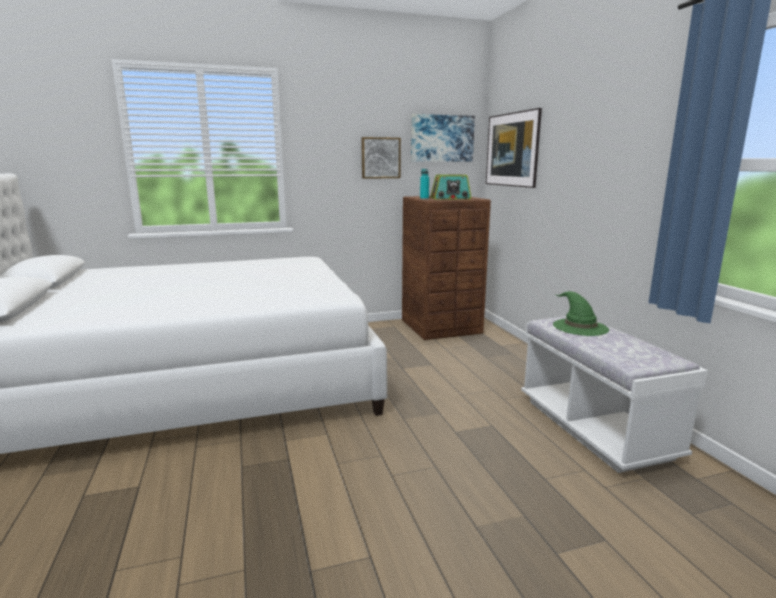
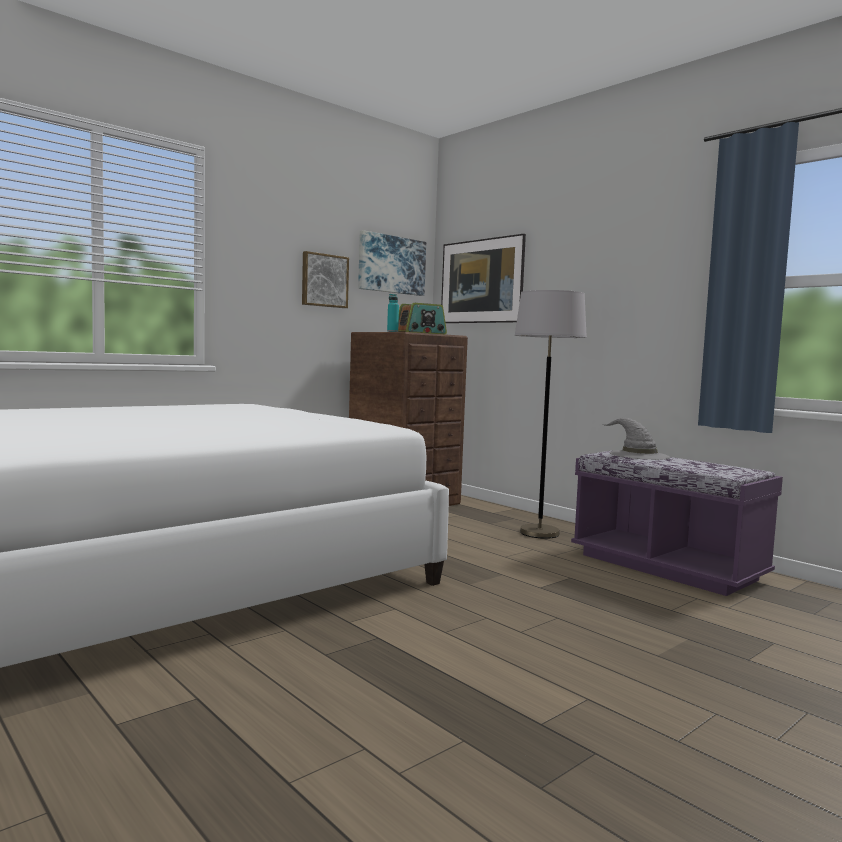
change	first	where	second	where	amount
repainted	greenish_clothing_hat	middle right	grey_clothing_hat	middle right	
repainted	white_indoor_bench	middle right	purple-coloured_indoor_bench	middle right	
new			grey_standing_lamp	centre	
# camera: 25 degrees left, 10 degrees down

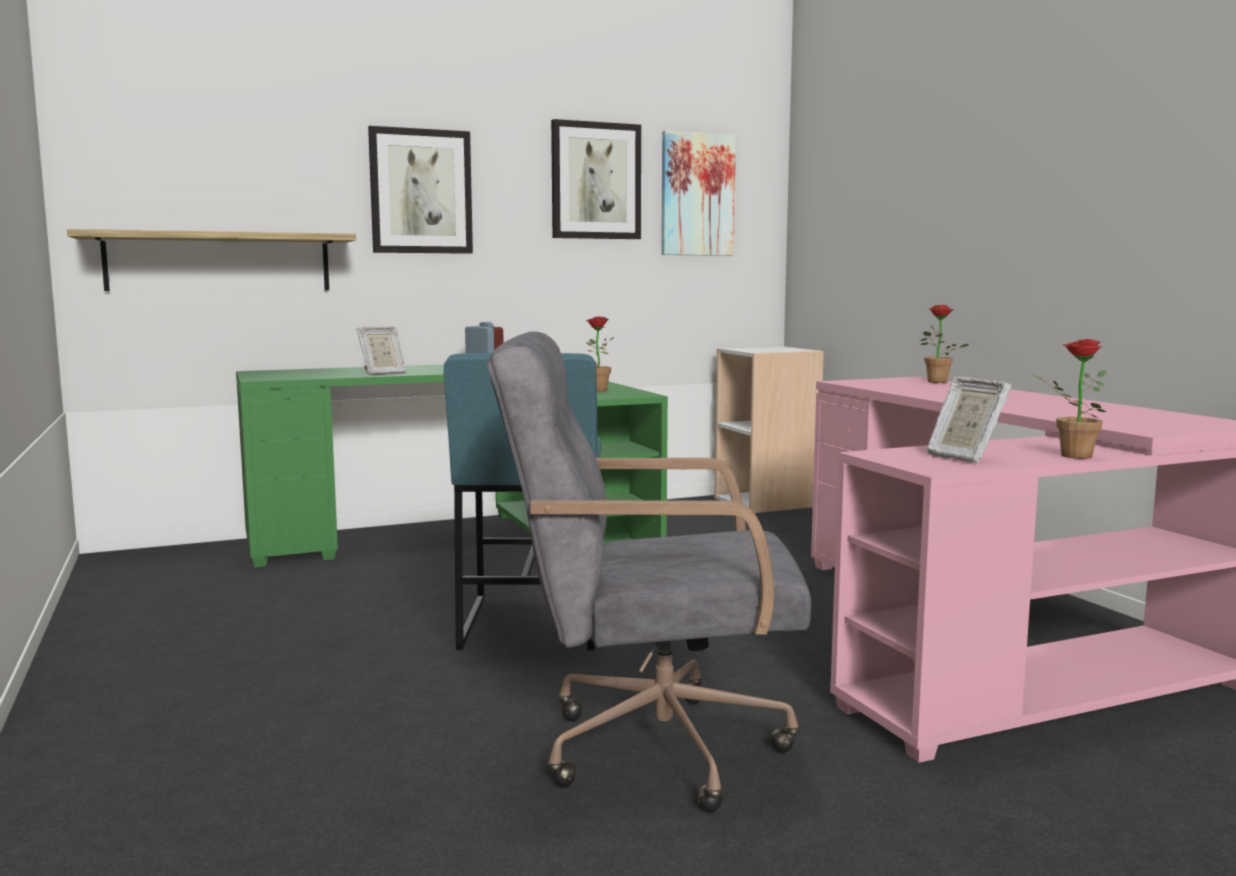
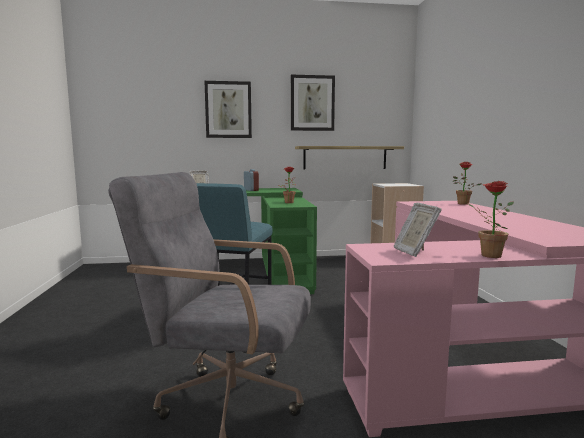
change	first	where	second	where	amount
gone	picture (no. 3 from left)	top centre			
shifted	shelf	top left		centre	
# camera: 15 degrees right, 0 degrees up

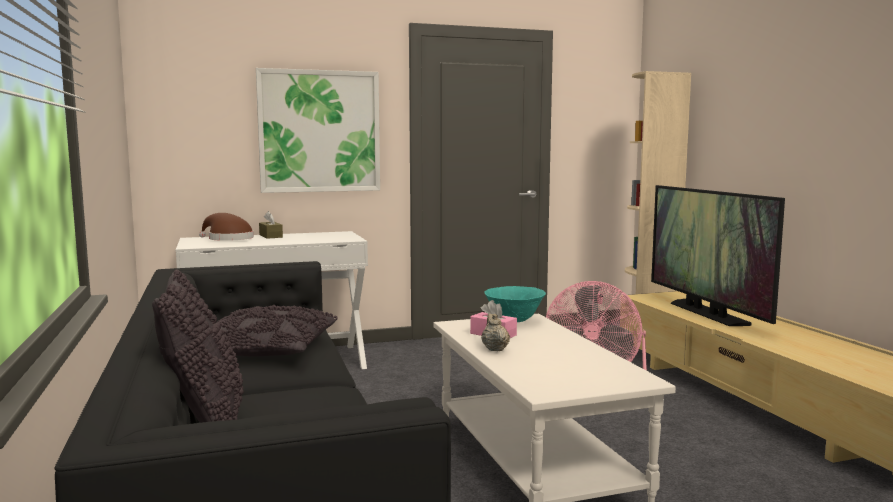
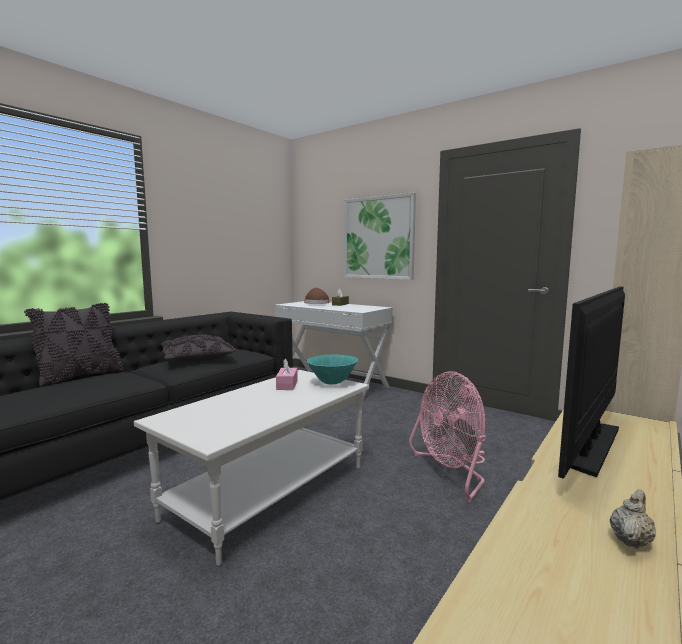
change	first	where	second	where	amount
shifted	sand-coloured_tea_pot	centre		bottom right	
# camera: 55 degrees right, 0 degrees up

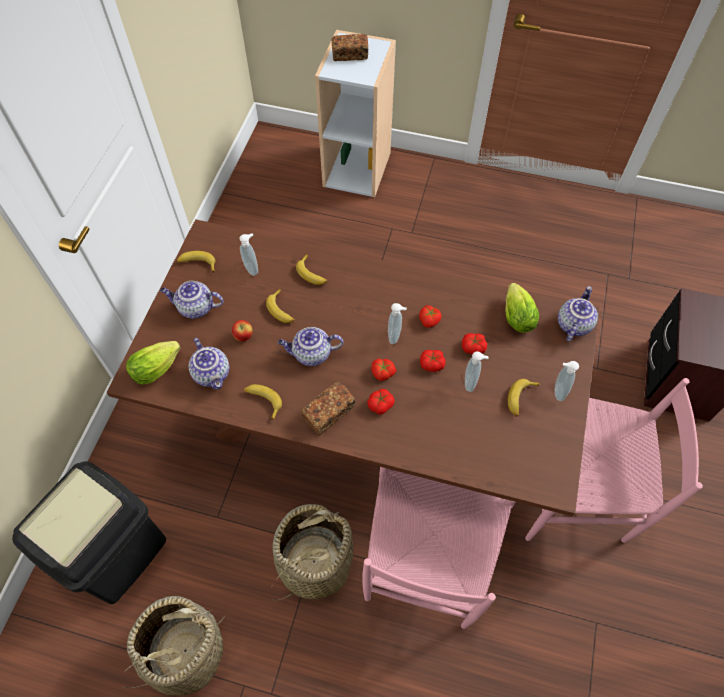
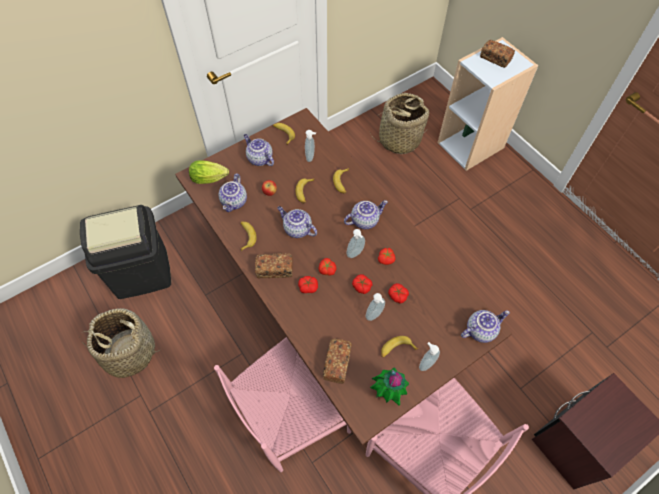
change	first	where	second	where	amount
gone	head_of_lettuce (no. 2 from left)	middle right			
shifted	basket (no. 2 from left)	bottom centre		top centre	
new			tea_pot (no. 4 from left)	centre	
new			baked_bread (no. 2 from left)	bottom centre	
new			houseplant	bottom centre	
# camera: 40 degrees right, 0 degrees up

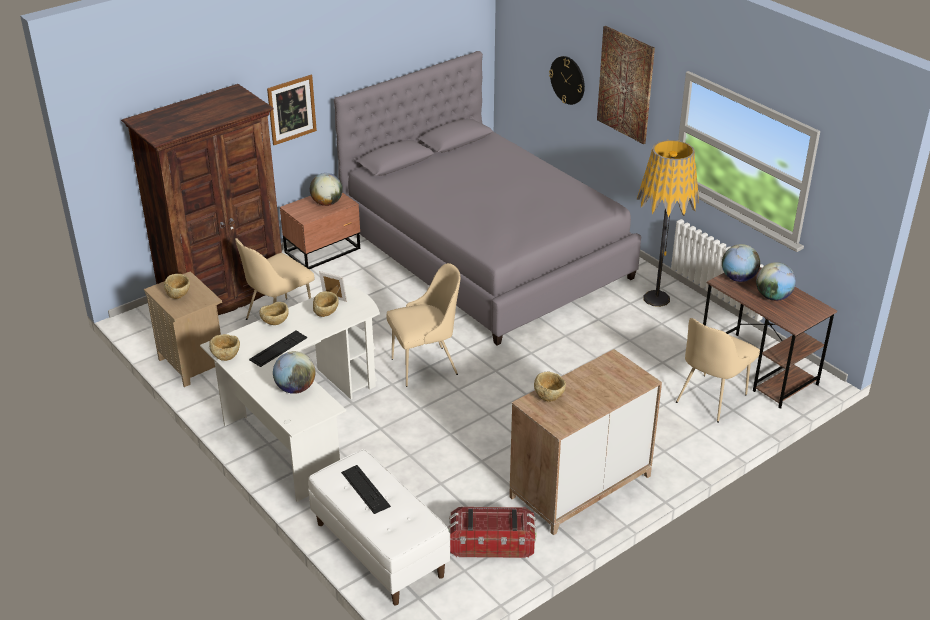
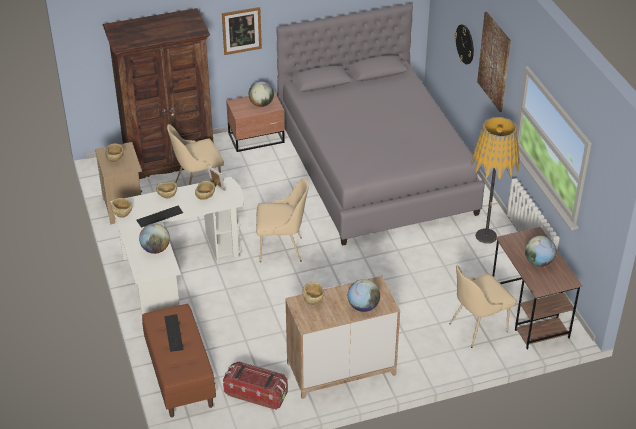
change	first	where	second	where	amount
shifted	globe (no. 3 from left)	middle right		bottom centre	
repainted	white_indoor_bench	bottom centre	brown_indoor_bench	bottom left	
# camera: 20 degrees right, 5 degrees up

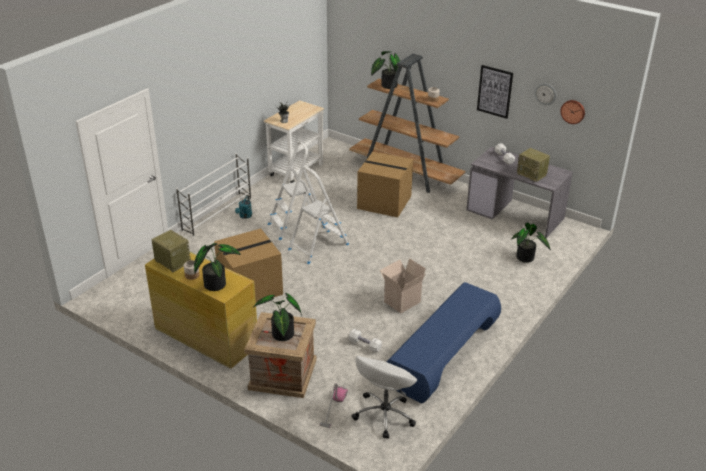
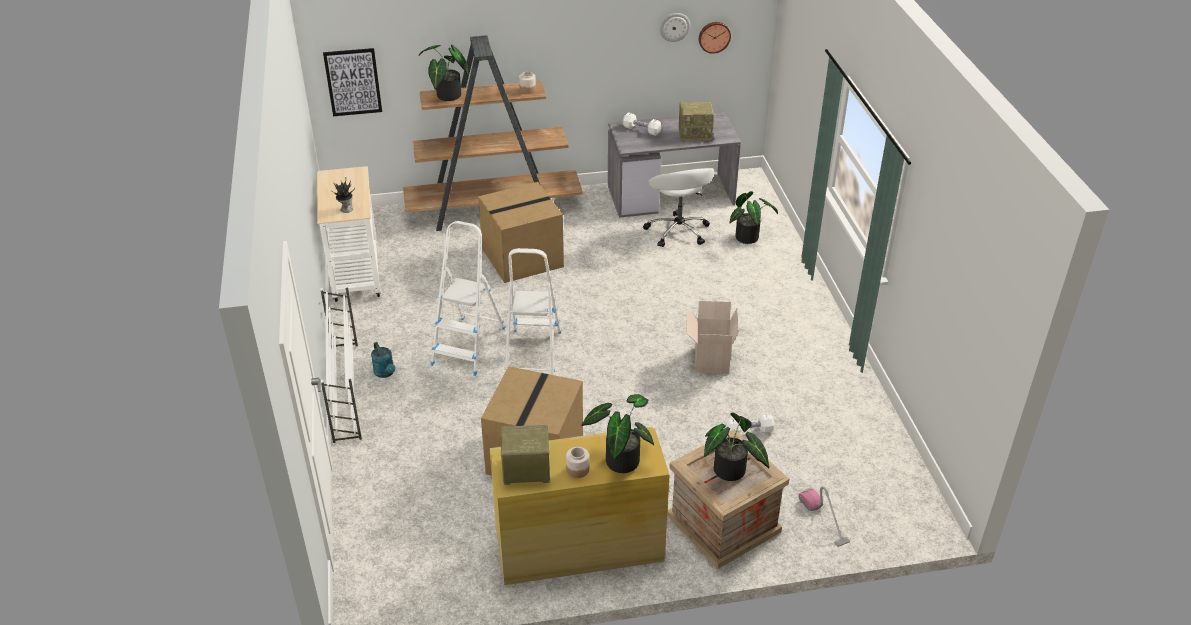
change	first	where	second	where	amount
shifted	picture	top right		top left	
gone	bluish_indoor_bench	bottom centre			
shifted	white_computer_chair	bottom centre		top centre	
# camera: 45 degrees left, 5 degrees up

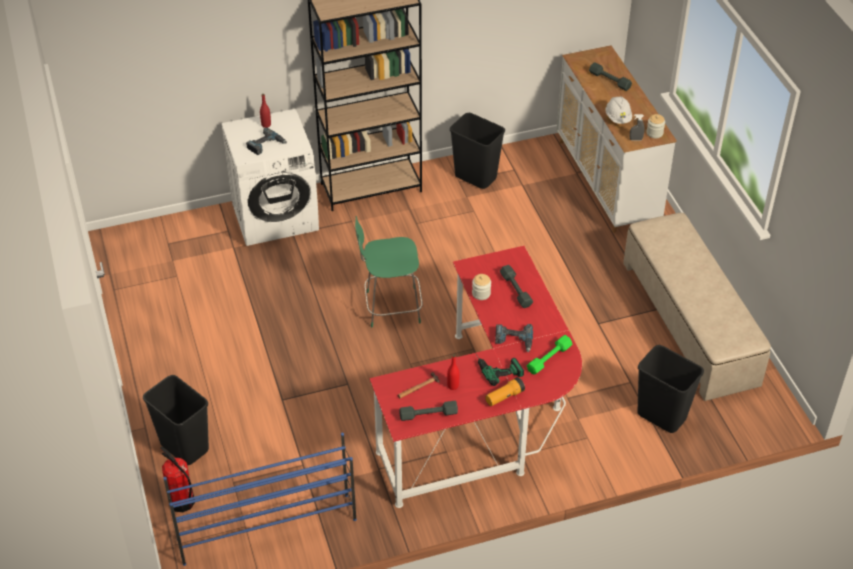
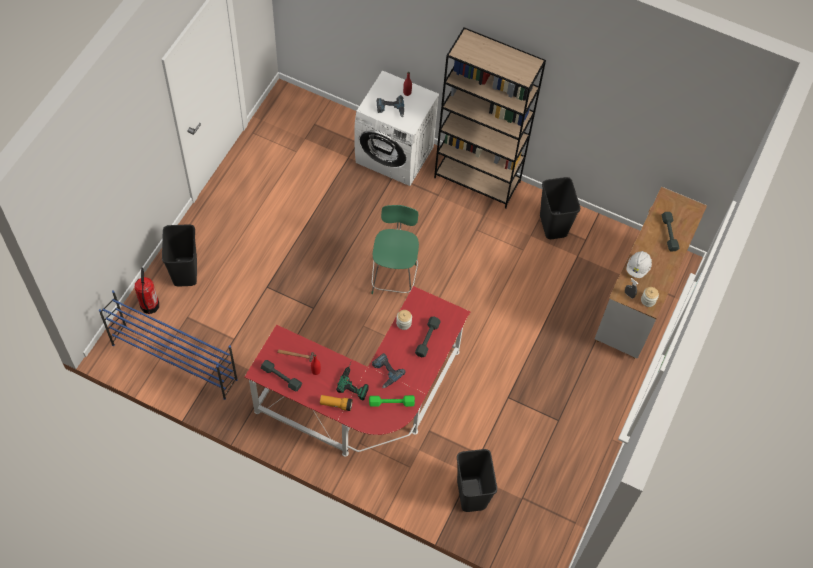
change	first	where	second	where	amount
gone	sand-coloured_indoor_bench	middle right			
rotated	greenish_upright_chair	centre		centre	60 degrees clockwise
# camera: 40 degrees right, 15 degrees up

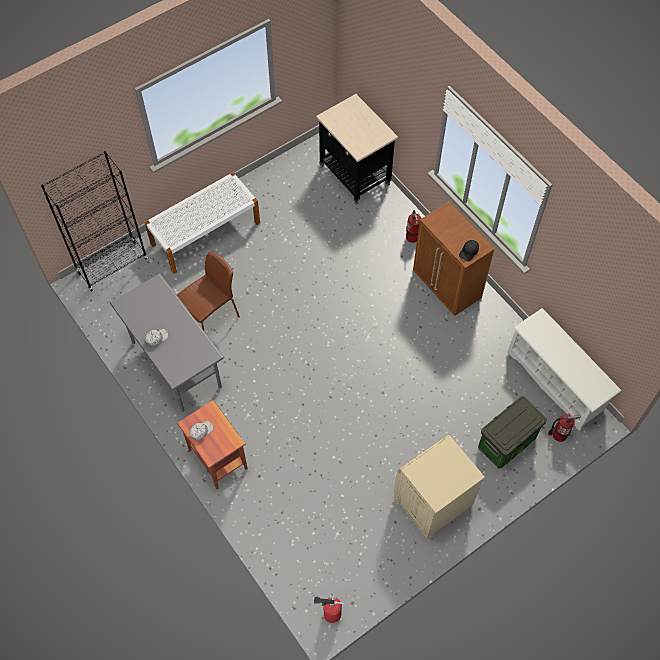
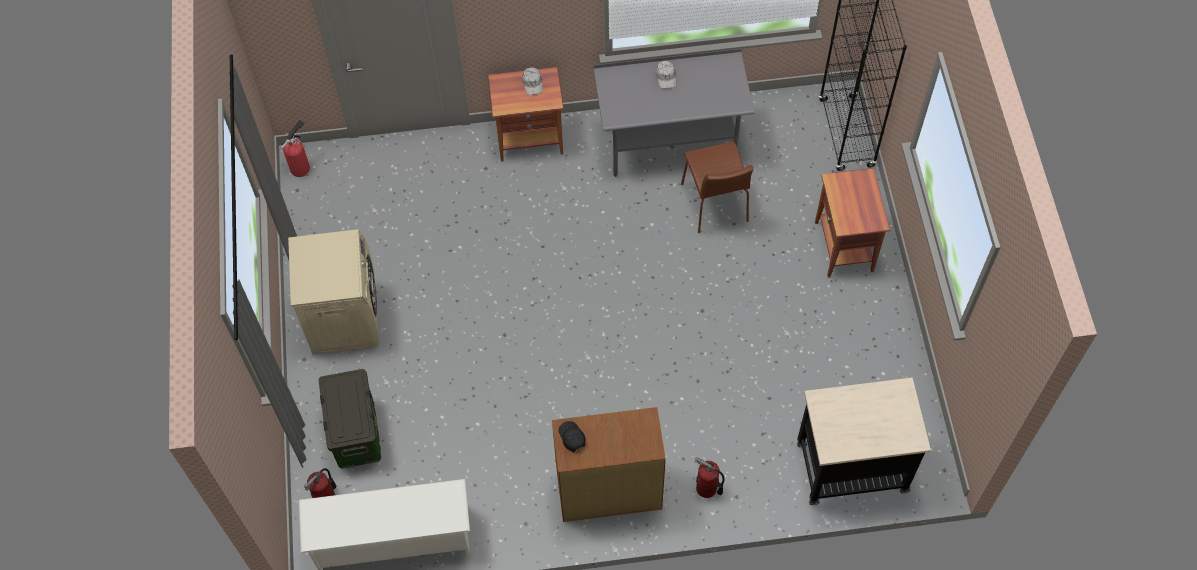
change	first	where	second	where	amount
swapped	white_indoor_bench	middle left	night_table (no. 2 from left)	middle right	
# camera: 120 degrees right, 0 degrees up

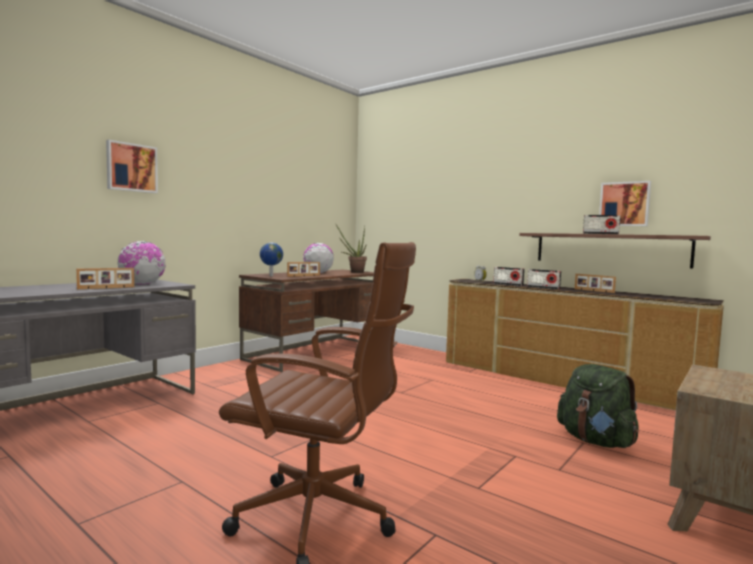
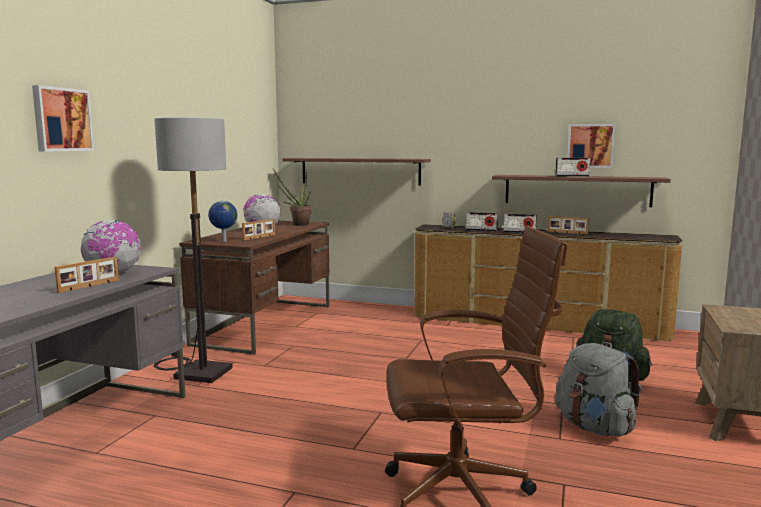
change	first	where	second	where	amount
new			standing_lamp	middle left	
new			shelf (no. 1 from left)	centre	
new			grey_knapsack	bottom right	
# camera: 20 degrees left, 5 degrees up

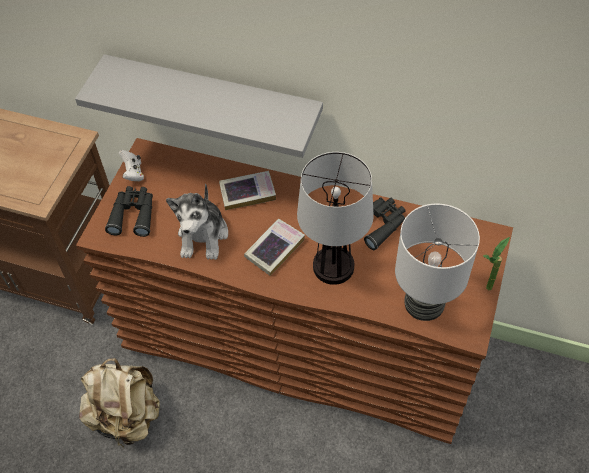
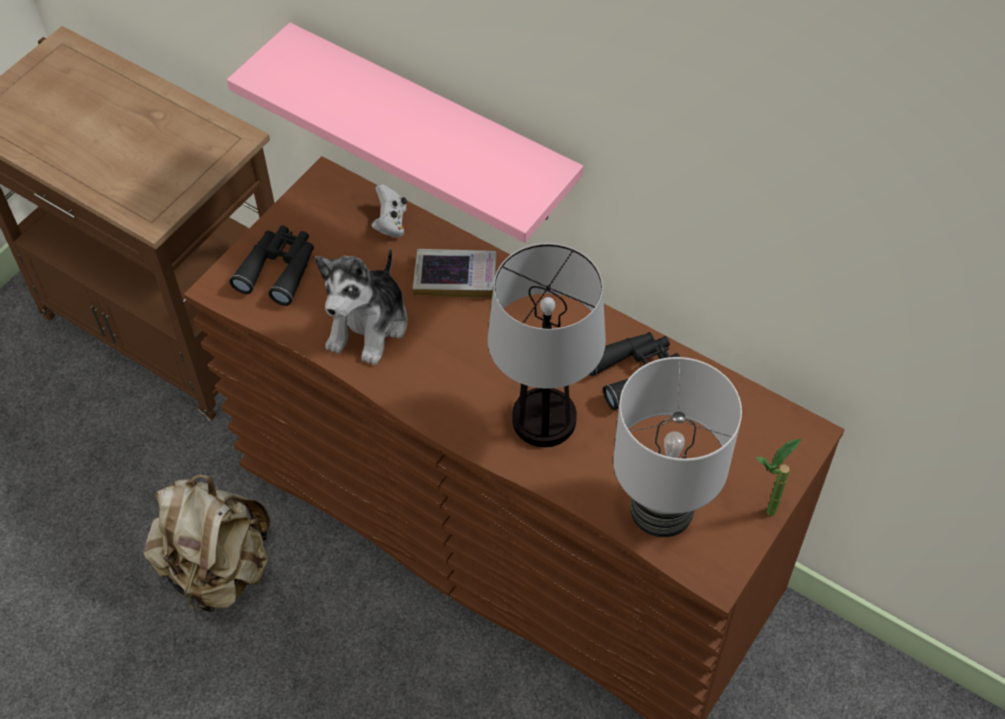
change	first	where	second	where	amount
repainted	grey_shelf	top centre	pink_shelf	top centre	
shifted	white_joypad	middle left		top centre	
gone	bound_book (no. 2 from left)	centre			
# camera: 15 degrees right, 0 degrees up

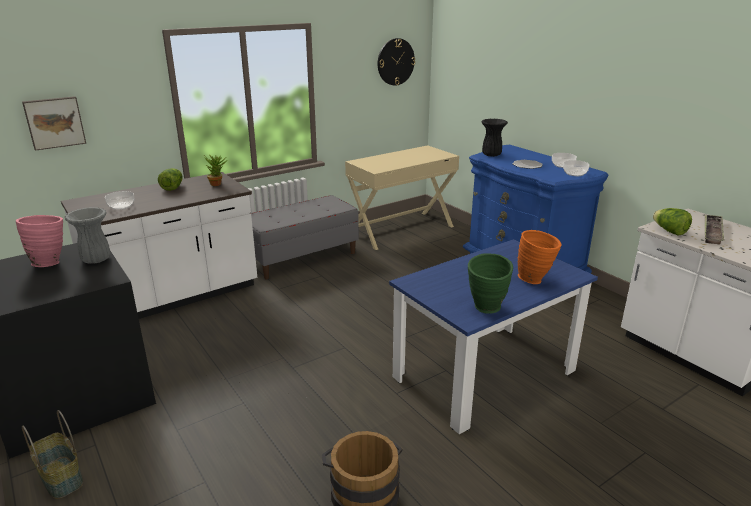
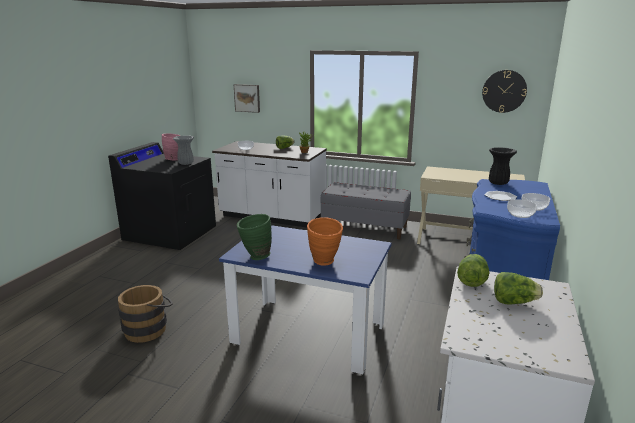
change	first	where	second	where	amount
swapped	serving_tray	middle right	head_of_lettuce (no. 3 from left)	bottom right	
gone	basket	bottom left			
# camera: 55 degrees right, 5 degrees down

